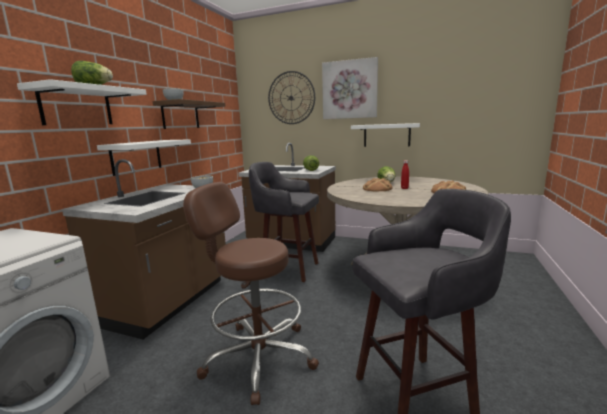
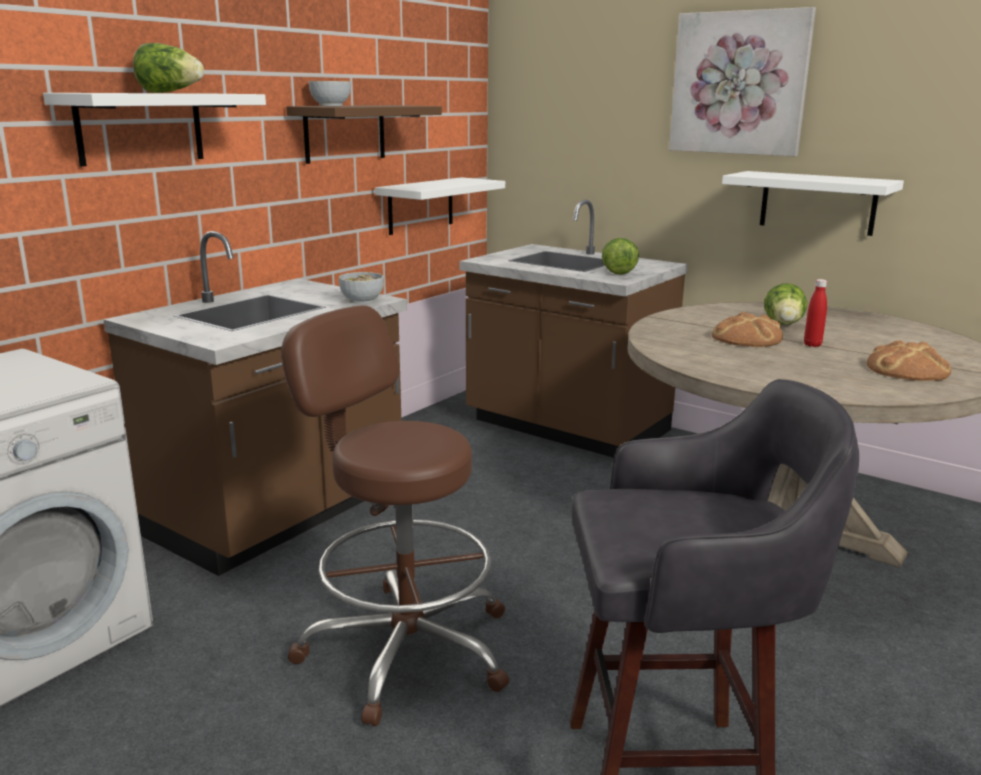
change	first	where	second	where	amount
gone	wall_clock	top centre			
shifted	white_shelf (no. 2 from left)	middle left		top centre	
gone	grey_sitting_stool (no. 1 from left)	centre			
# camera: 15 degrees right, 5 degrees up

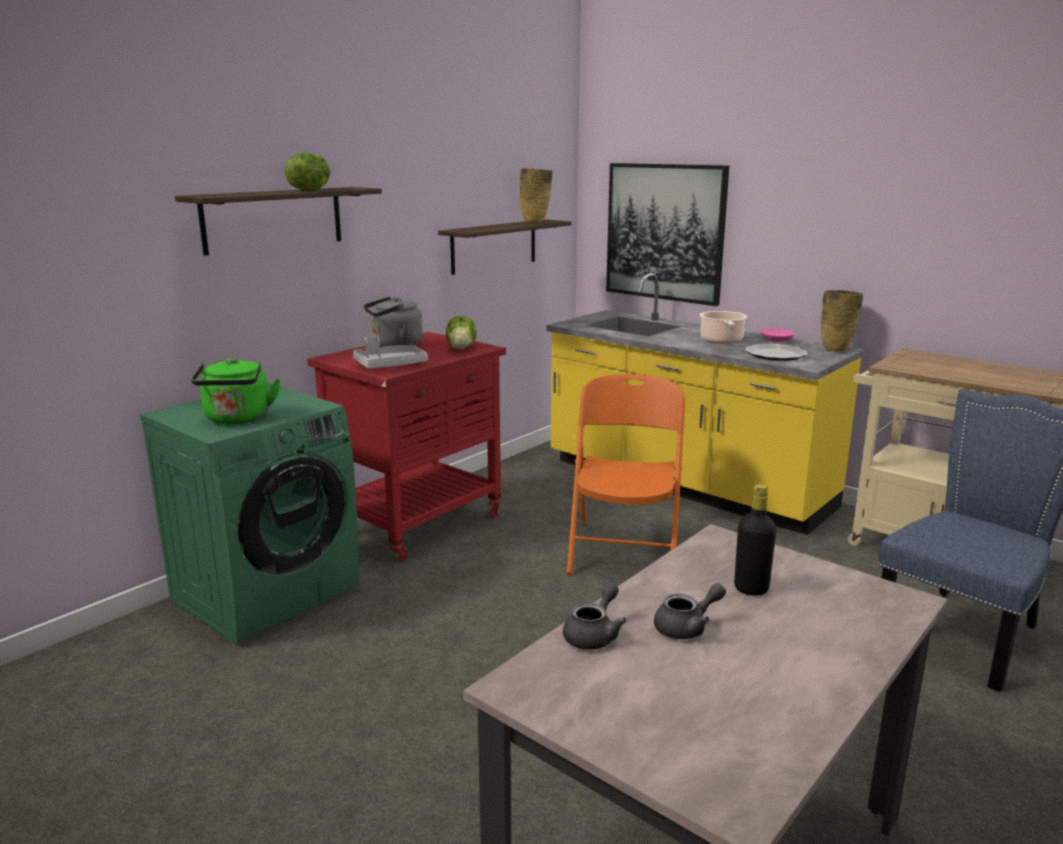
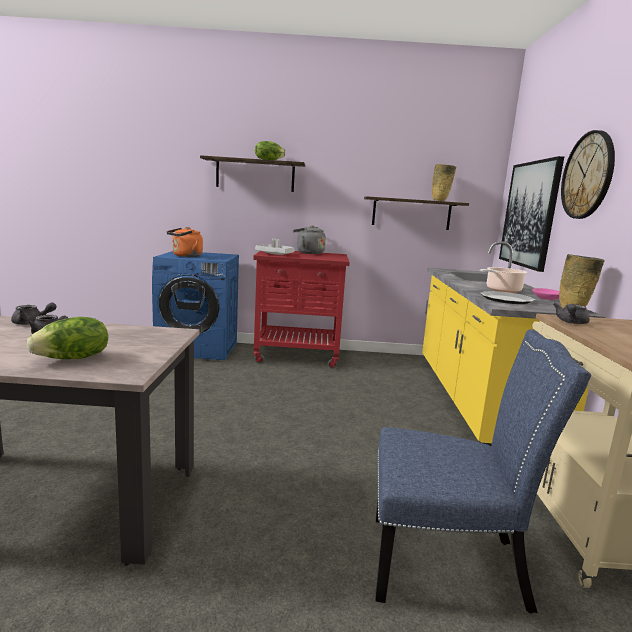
change	first	where	second	where	amount
shifted	head_of_lettuce (no. 2 from left in the first image)	centre	head_of_lettuce (no. 1 from left)	middle left	
repainted	greenish_water_kettle	middle left	orange_water_kettle	middle left	
gone	orange_upright_chair	centre			
repainted	greenish_laundry_machine	middle left	bluish_laundry_machine	middle left	
gone	black-coloured_beverage_bottle	middle right			
new			wall_clock	top right	
new			grey_tea_pot (no. 3 from left)	middle right	
# camera: 50 degrees right, 5 degrees down

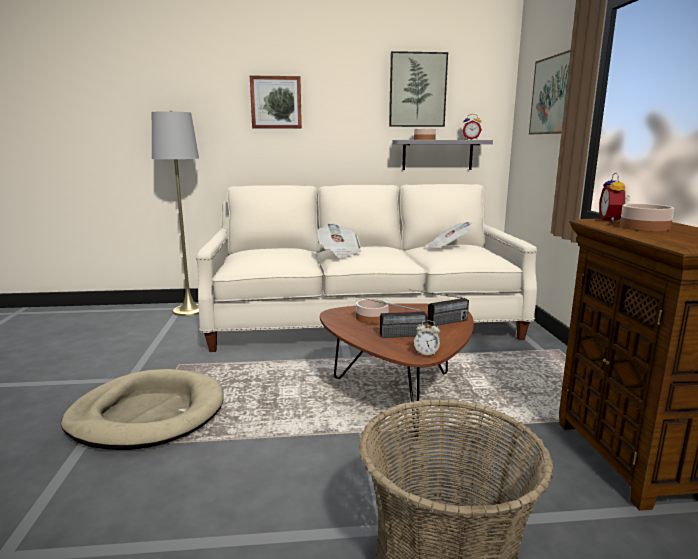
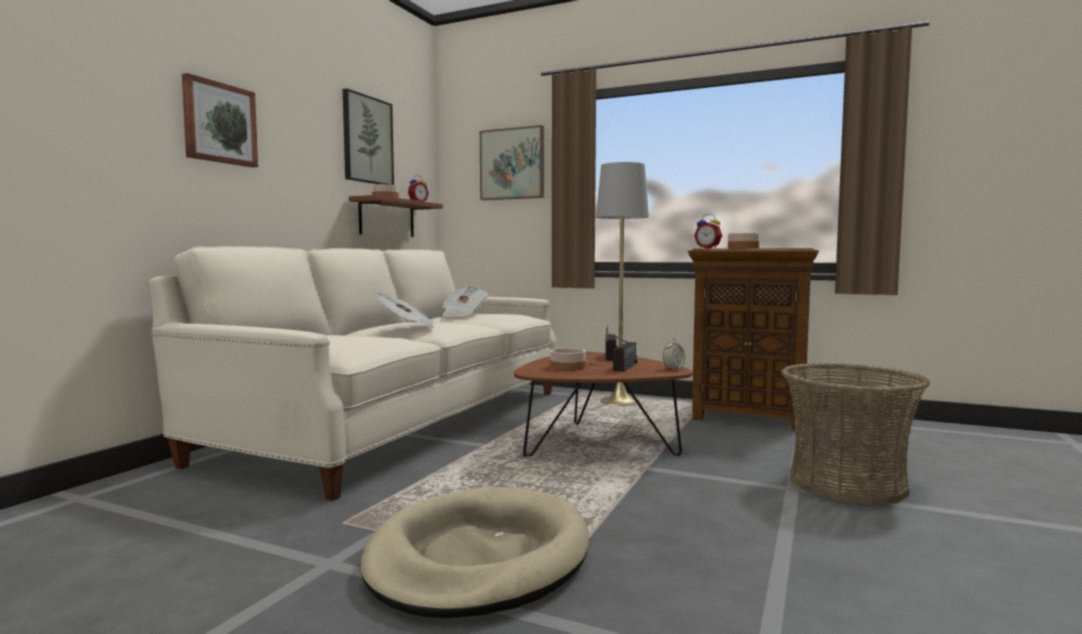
change	first	where	second	where	amount
shifted	grey_standing_lamp	middle left		centre	
repainted	grey_shelf	top centre	brown_shelf	centre	
# camera: 60 degrees left, 10 degrees down

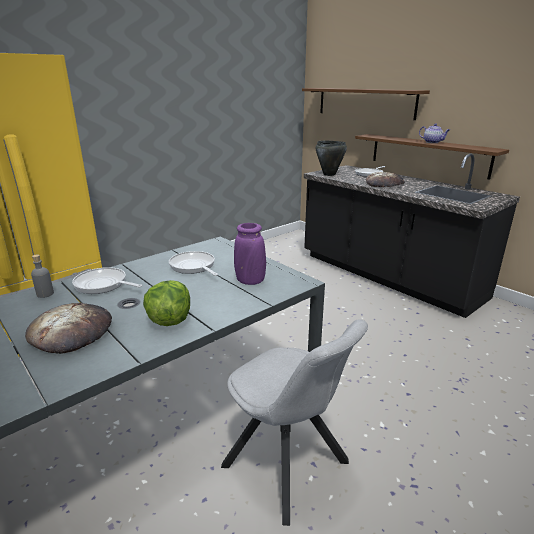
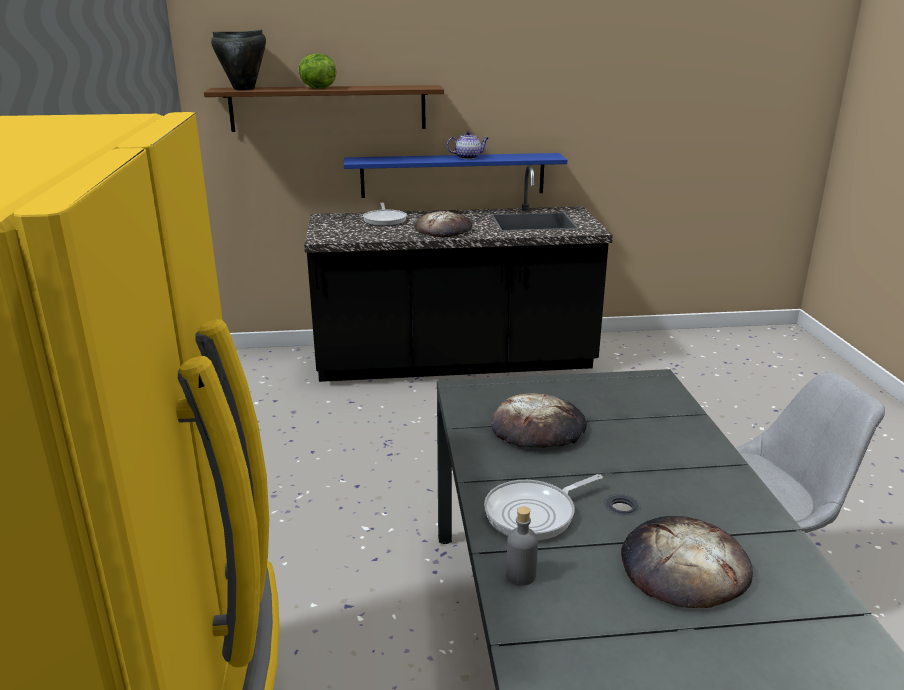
change	first	where	second	where	amount
repainted	brown_shelf (no. 2 from left)	top right	bluish_shelf	top centre	
shifted	black-coloured_saucepot	top centre		top left	
gone	purple-coloured_flower_vase	centre			
swapped	pan (no. 2 from left)	centre	baked_bread (no. 2 from left)	centre	
shifted	head_of_lettuce	middle left		top centre	
# camera: 55 degrees left, 0 degrees up

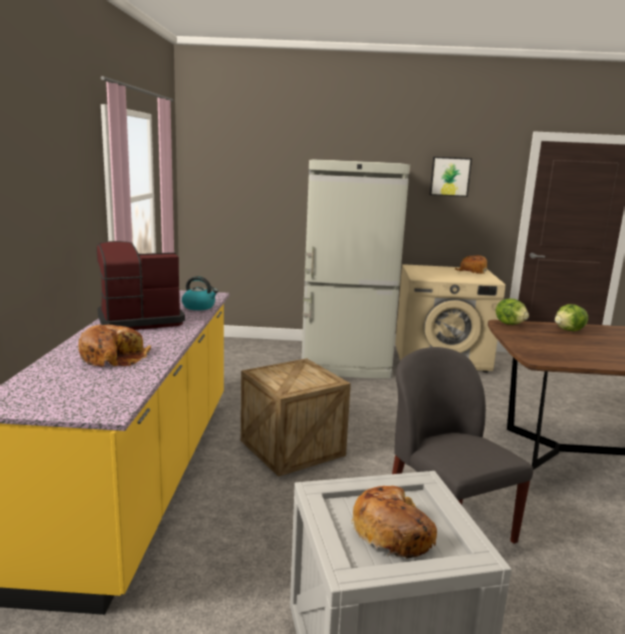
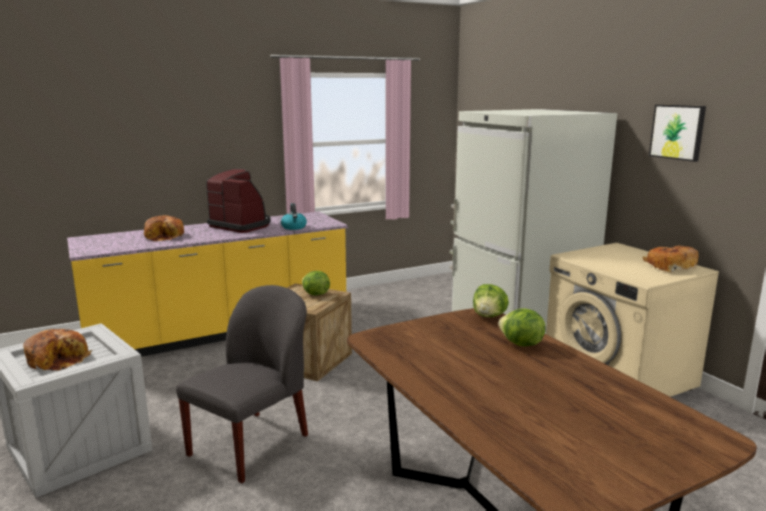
change	first	where	second	where	amount
new			head_of_lettuce (no. 1 from left)	centre	
# camera: 60 degrees right, 0 degrees up

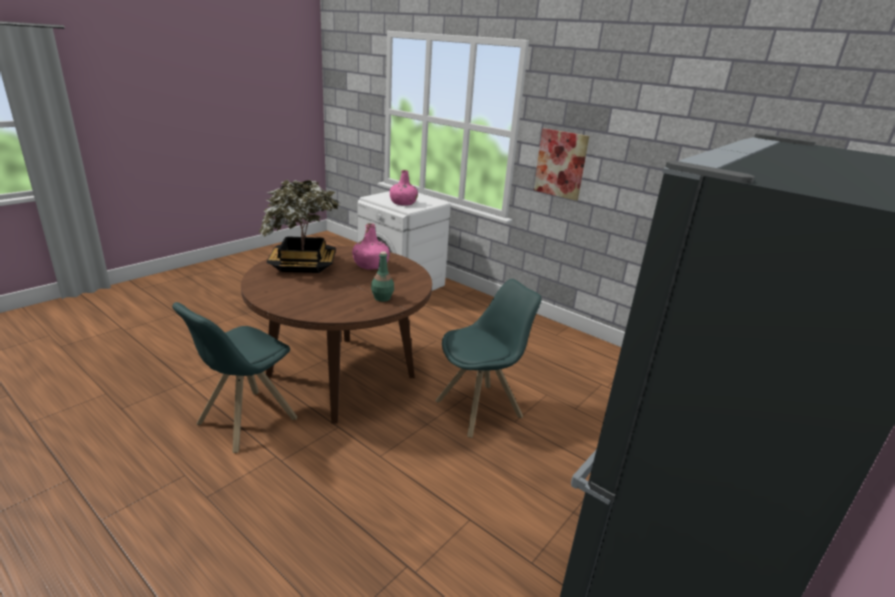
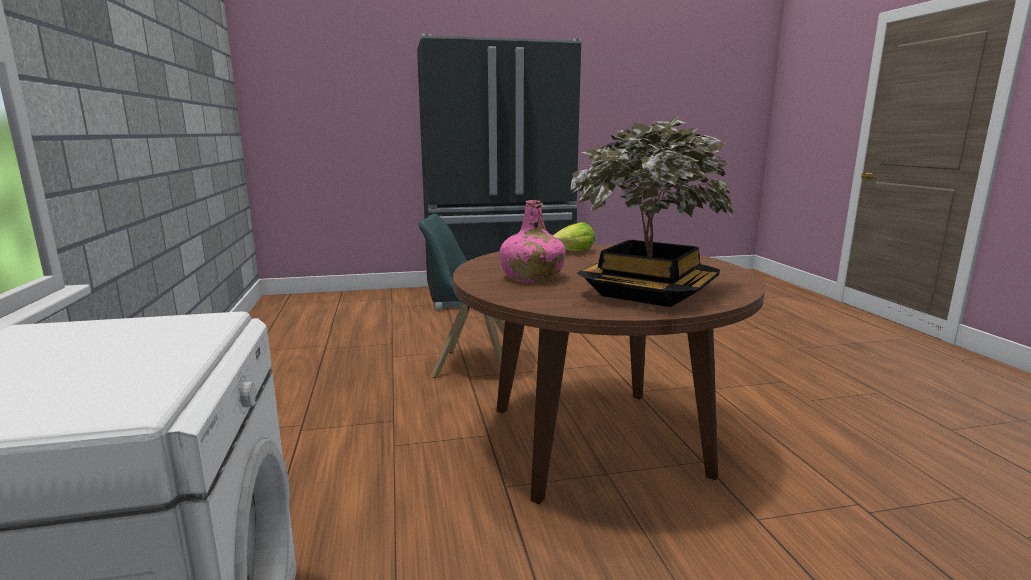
change	first	where	second	where	amount
gone	picture	top centre			
gone	pink_beverage_bottle (no. 2 from left)	top centre			
swapped	greenish_beverage_bottle	centre	head_of_lettuce	centre	
gone	blue-green_upright_chair (no. 1 from left)	middle left			
# camera: 140 degrees left, 10 degrees down

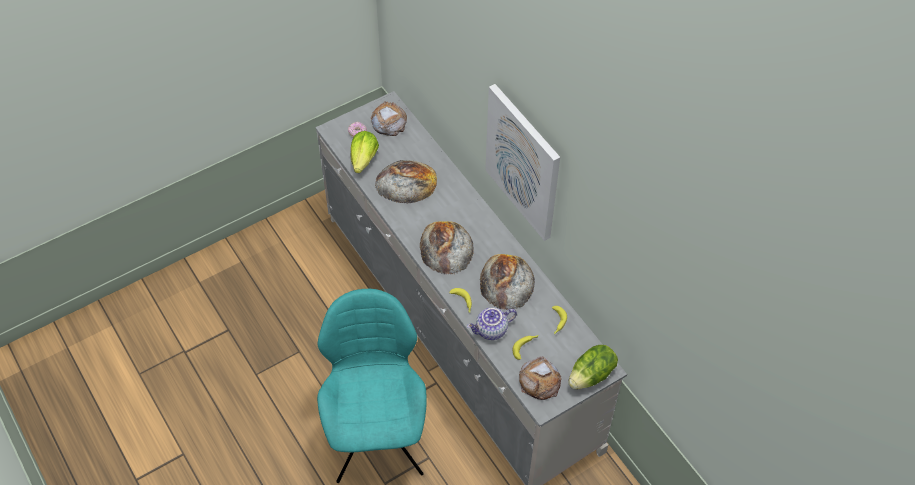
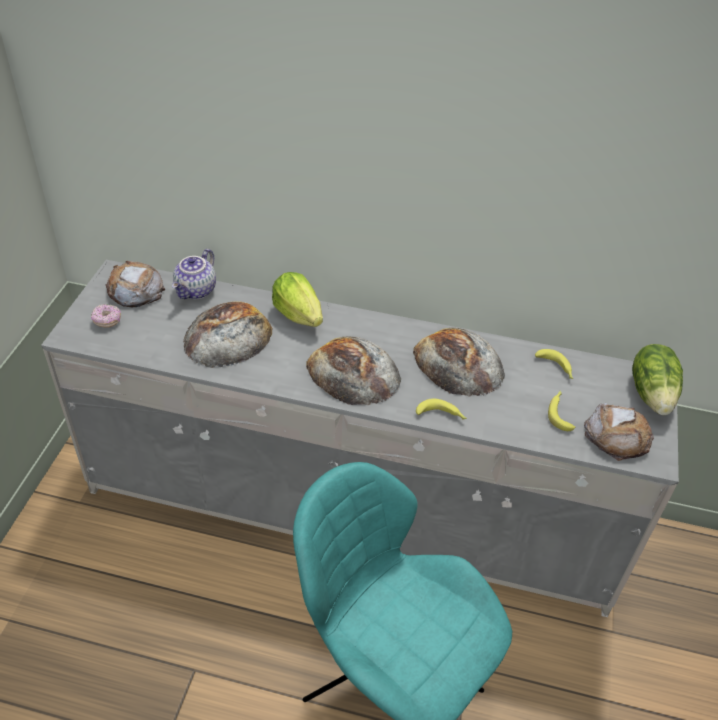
change	first	where	second	where	amount
gone	picture	centre			
shifted	head_of_lettuce (no. 1 from left)	top centre		centre	
shifted	tea_pot	centre		middle left	
# camera: 45 degrees left, 10 degrees down

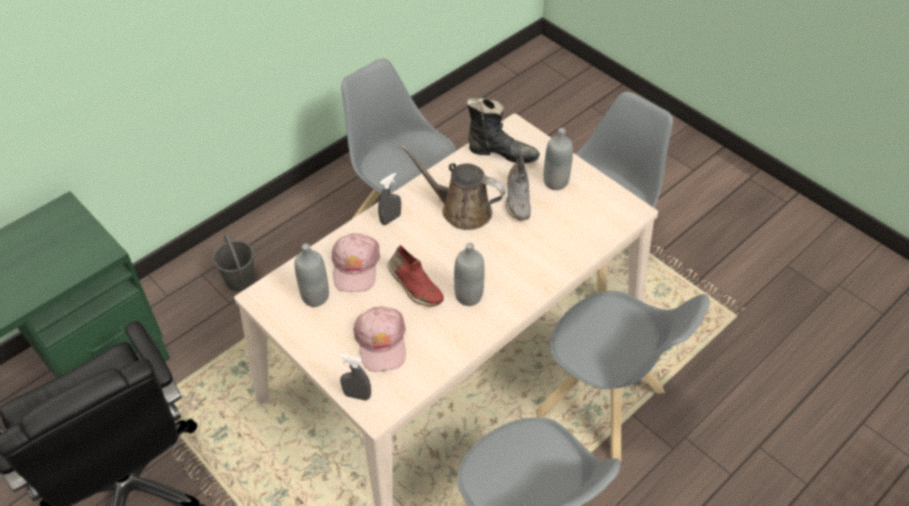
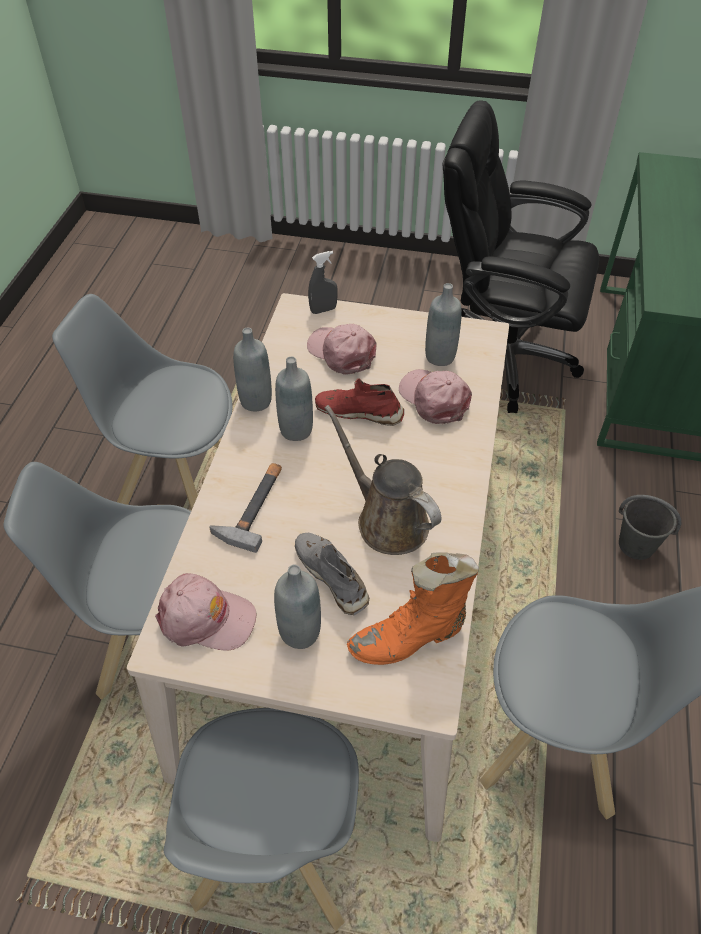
change	first	where	second	where	amount
repainted	black-coloured_tall_boot	top centre	orange_tall_boot	centre	
rotated	brown_watering_pot	centre		centre	120 degrees counterclockwise
gone	grey_hand_sprayer (no. 2 from left)	centre			
new			grey_beverage_bottle (no. 1 from left)	centre	
new			tool_hammer	centre	
new			pink_baseball_cap (no. 1 from left)	middle left	
# camera: 145 degrees right, 0 degrees up

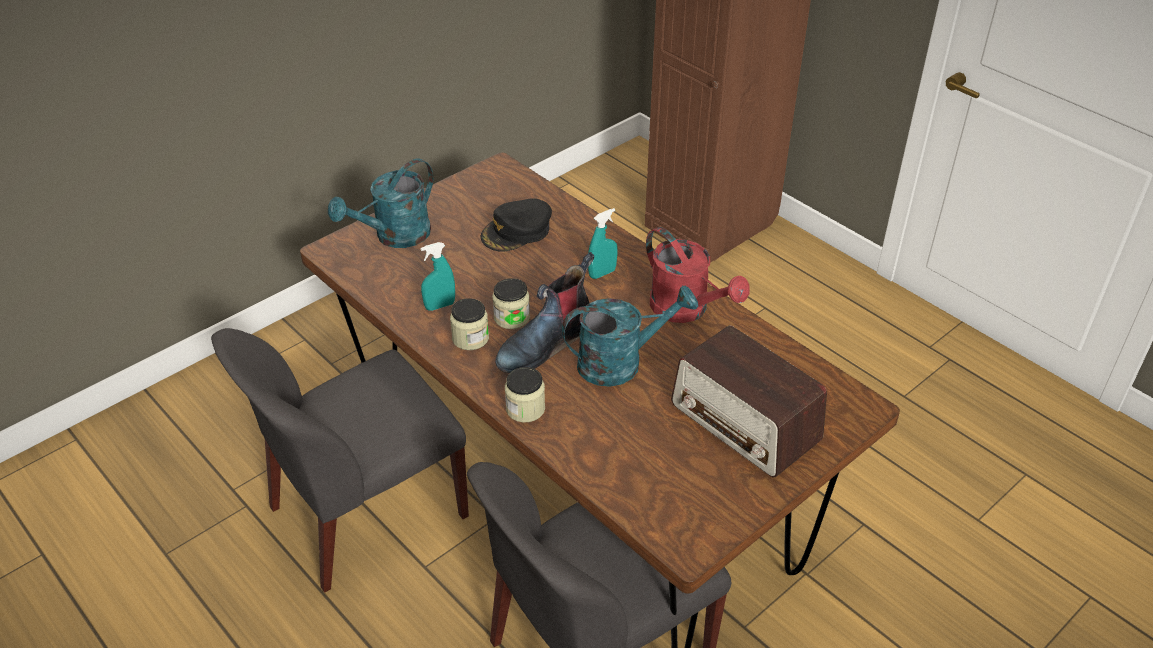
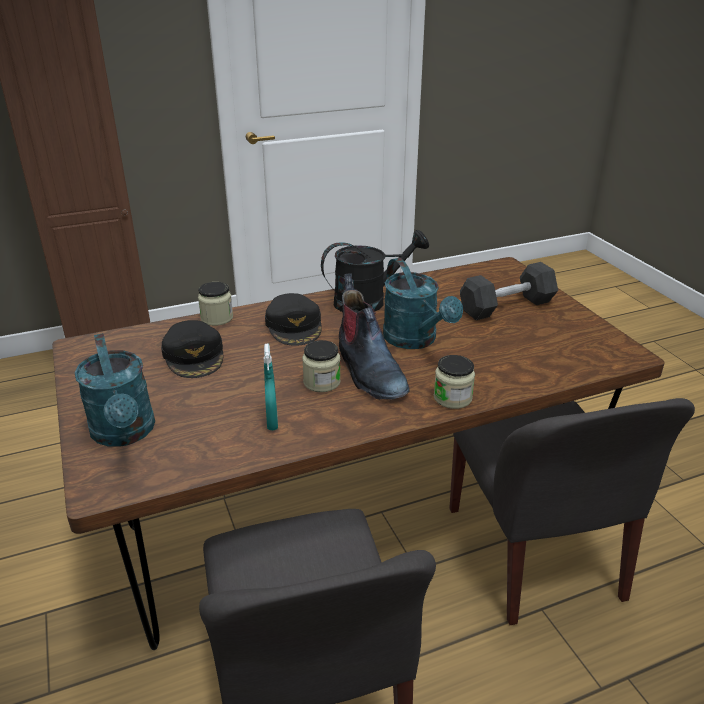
change	first	where	second	where	amount
swapped	blue-green_hand_sprayer (no. 2 from left)	centre	black-coloured_baseball_cap (no. 2 from left)	centre	
repainted	red_watering_pot	centre	black-coloured_watering_pot	centre	
rotated	blue-green_watering_pot (no. 2 from left)	centre		centre	150 degrees clockwise
shifted	storage_jar (no. 1 from left)	centre		middle left	
swapped	radio	centre	black-coloured_hand_weight	middle right	
# camera: 70 degrees left, 10 degrees down

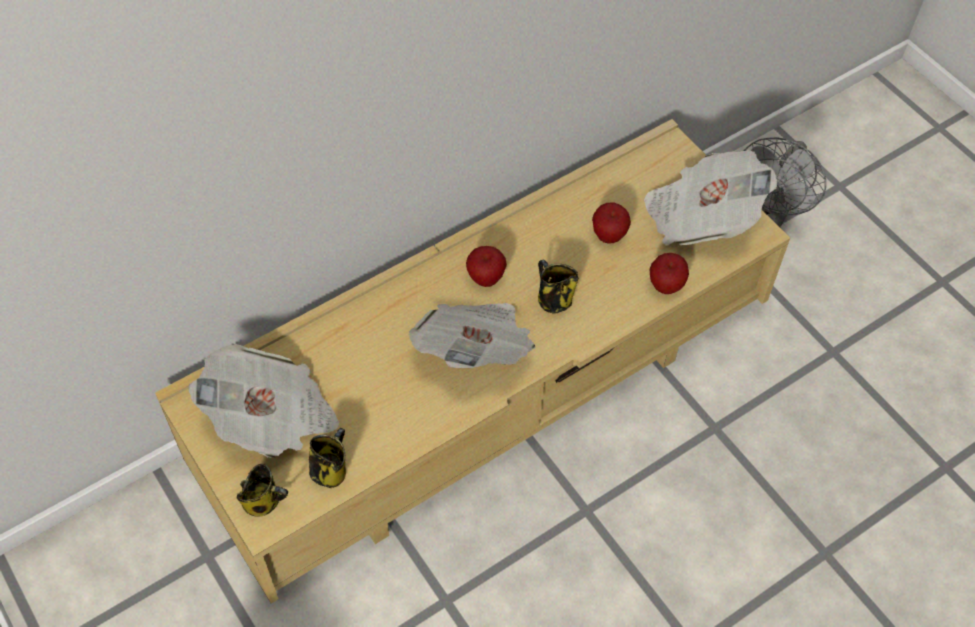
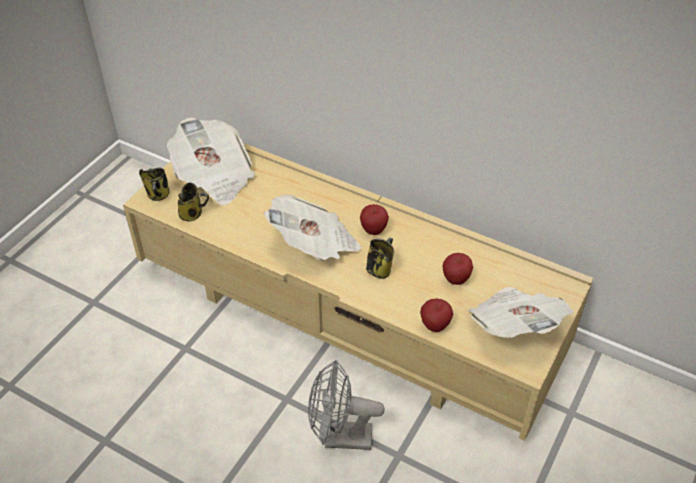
change	first	where	second	where	amount
shifted	grey_cooling_fan	top right		bottom centre	
# camera: 65 degrees right, 10 degrees down

